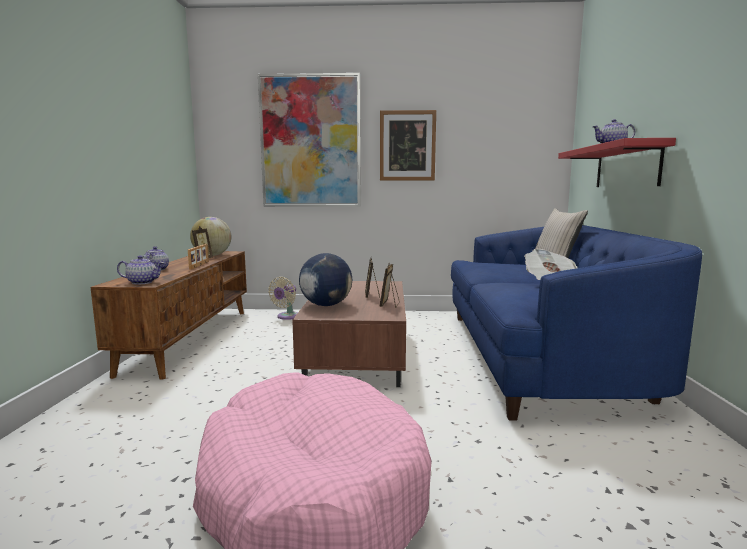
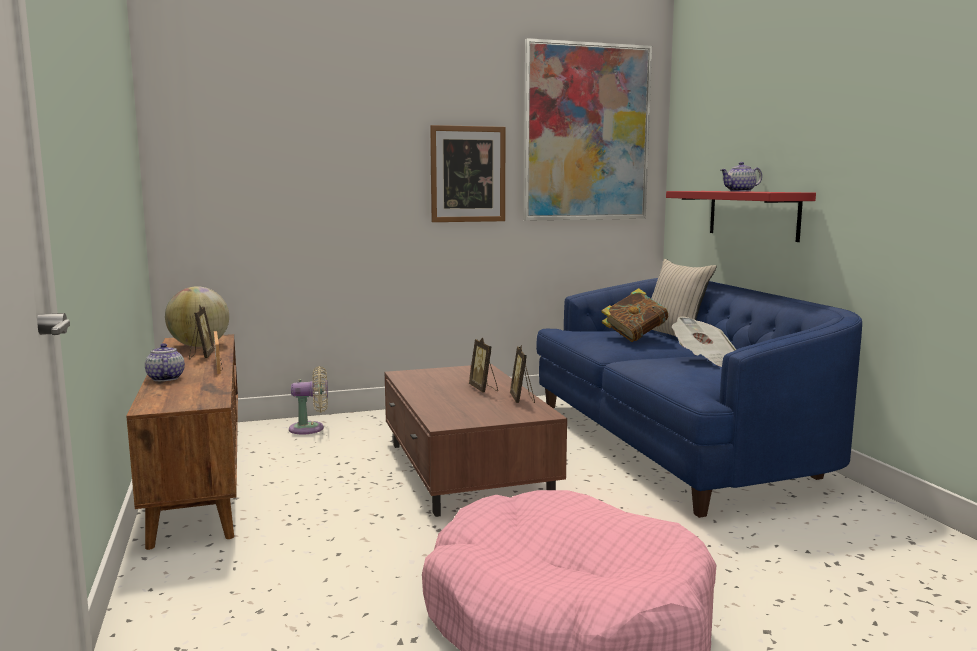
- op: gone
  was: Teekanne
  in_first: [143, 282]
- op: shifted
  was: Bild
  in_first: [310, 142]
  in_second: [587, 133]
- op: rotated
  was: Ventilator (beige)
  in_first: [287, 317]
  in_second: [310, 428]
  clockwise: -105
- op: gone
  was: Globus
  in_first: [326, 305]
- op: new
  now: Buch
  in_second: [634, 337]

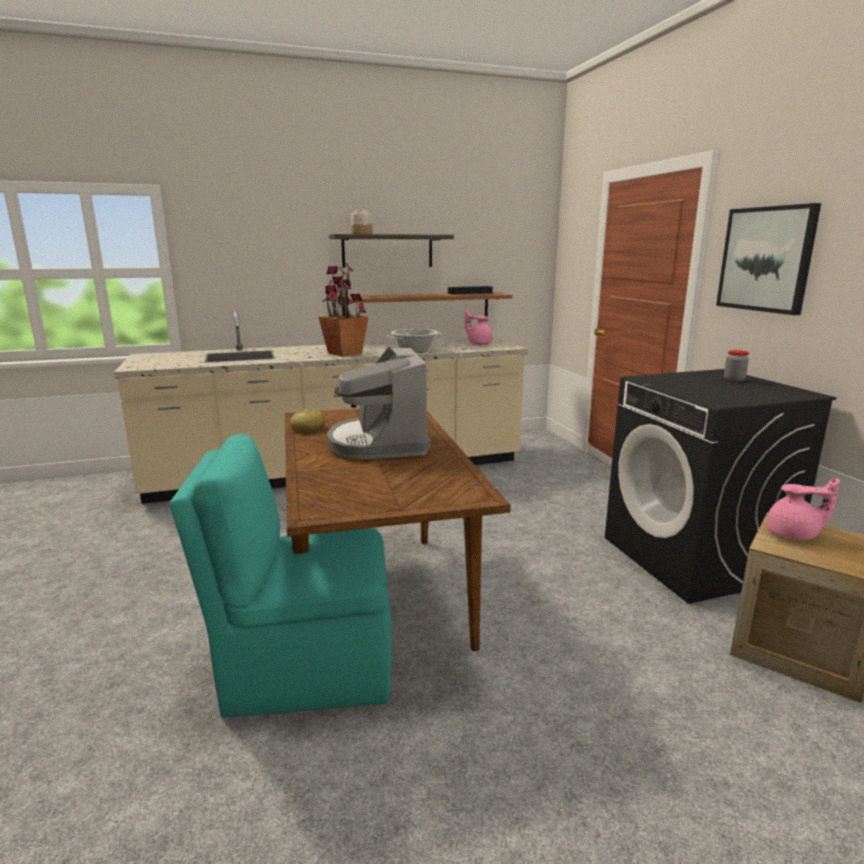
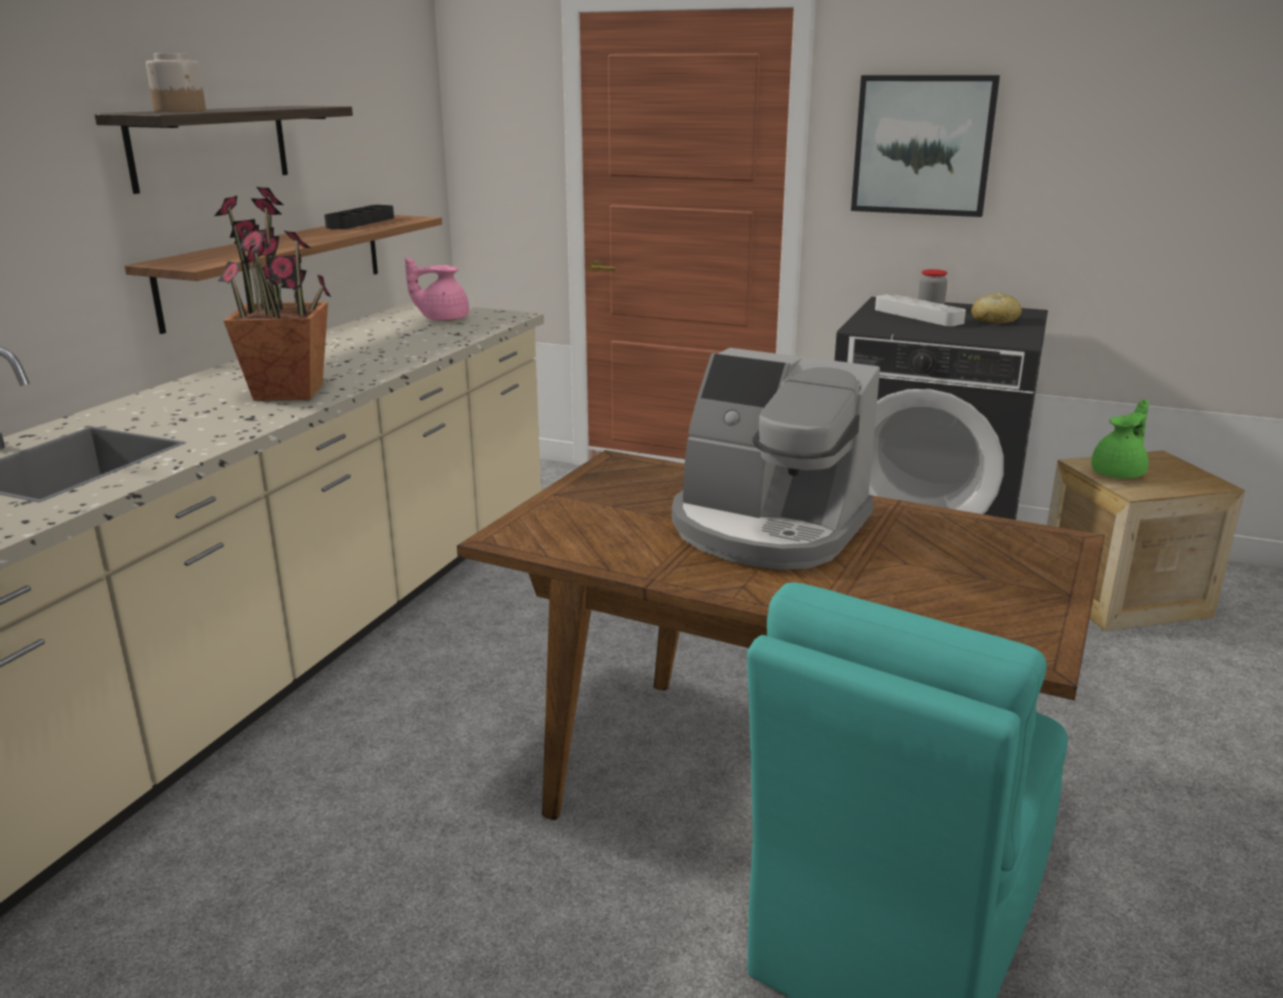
- op: shifted
  was: Brot
  in_first: [308, 428]
  in_second: [994, 319]
- op: gone
  was: Kochtopf
  in_first: [414, 351]
- op: repainted
  was: Teekanne (rosa)
  now: Teekanne (grün)
  in_first: [793, 535]
  in_second: [1119, 473]
- op: new
  now: Tablett (grau)
  in_second: [918, 316]

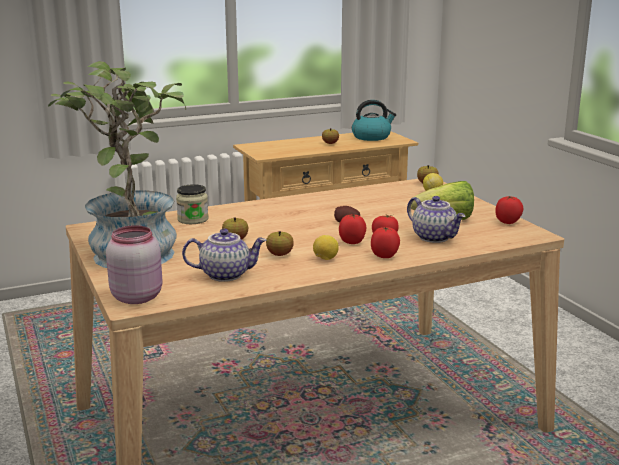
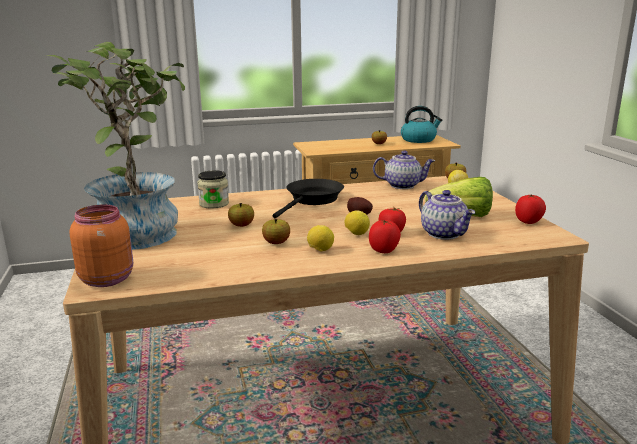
- op: repainted
  was: Vorratsglas (rosa)
  now: Vorratsglas (orange)
  in_first: [137, 296]
  in_second: [107, 279]
- op: shifted
  was: Teekanne
  in_first: [226, 274]
  in_second: [403, 185]
- op: swapped
  was: Tomate
  now: Zitrone
  in_first: [352, 242]
  in_second: [356, 234]
- op: new
  now: Pfanne (schwarz)
  in_second: [312, 200]

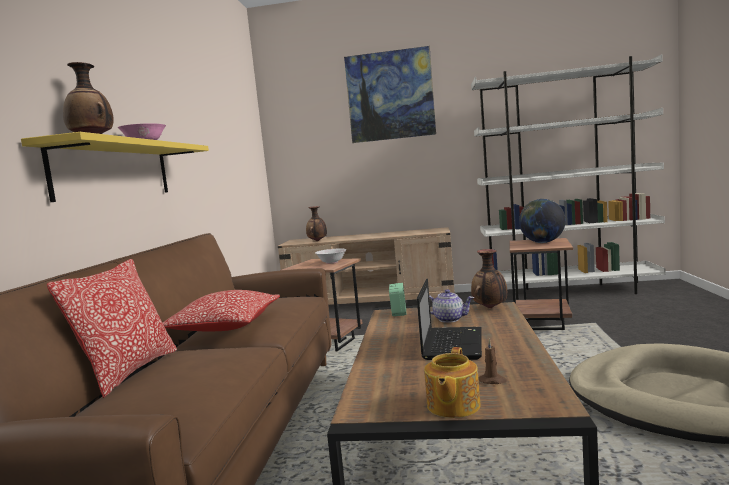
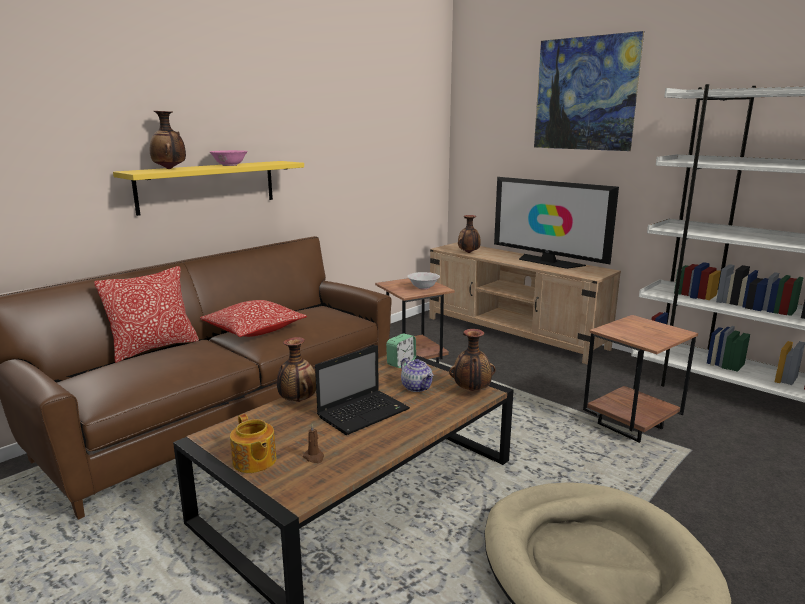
- op: rotated
  was: Teekanne
  in_first: [452, 406]
  in_second: [254, 461]
  clockwise: -90
- op: gone
  was: Globus
  in_first: [542, 242]
- op: new
  now: Vase
  in_second: [297, 401]
- op: new
  now: Fernseher
  in_second: [548, 262]

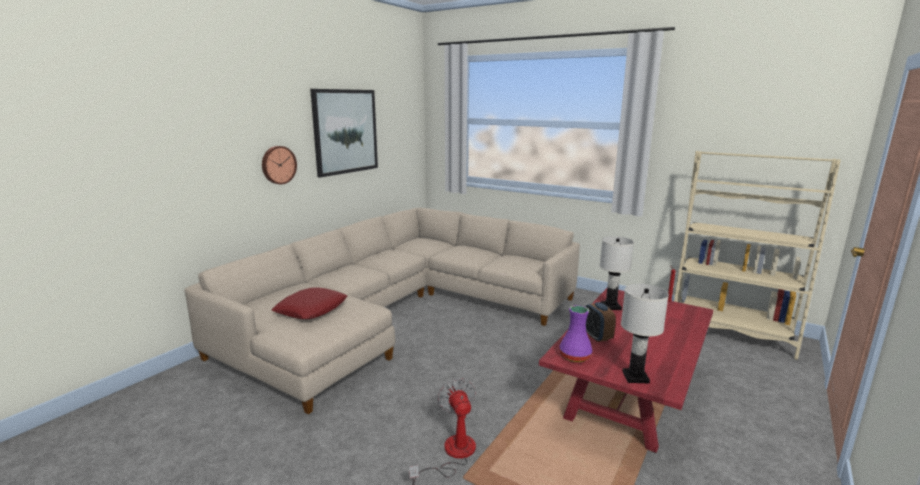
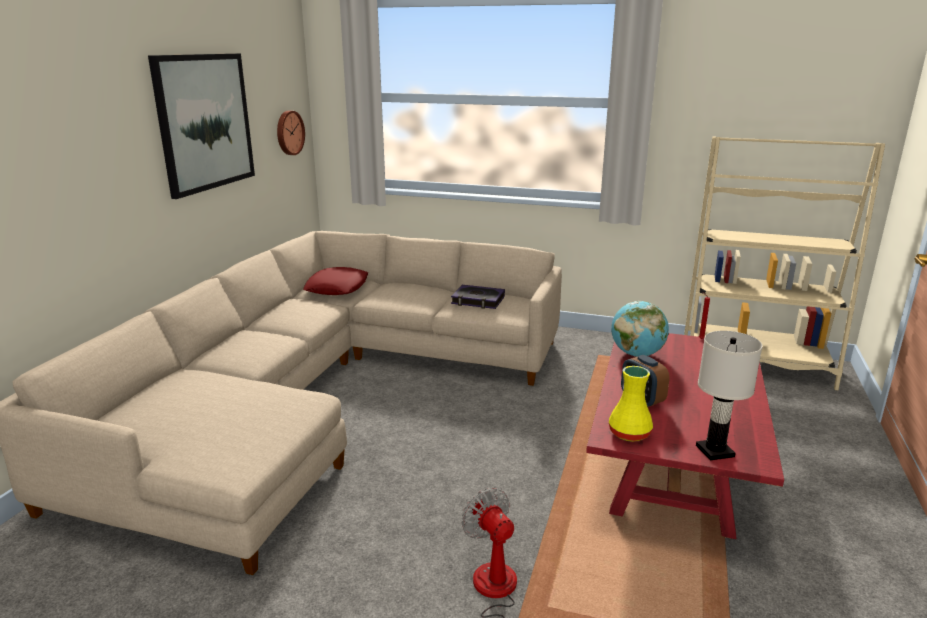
- op: shifted
  was: Wanduhr
  in_first: [278, 165]
  in_second: [289, 133]
- op: shifted
  was: Kissen (rot)
  in_first: [311, 309]
  in_second: [337, 287]
- op: repainted
  was: Vase (lila)
  now: Vase (gelb)
  in_first: [576, 357]
  in_second: [630, 434]
- op: swapped
  was: Tischlampe (weiß)
  now: Globus
  in_first: [611, 306]
  in_second: [637, 354]
- op: new
  now: Buch
  in_second: [478, 301]

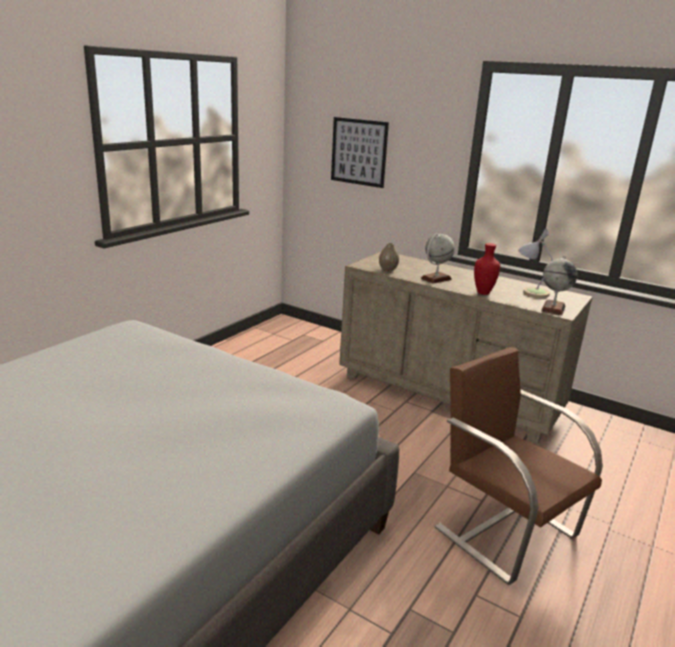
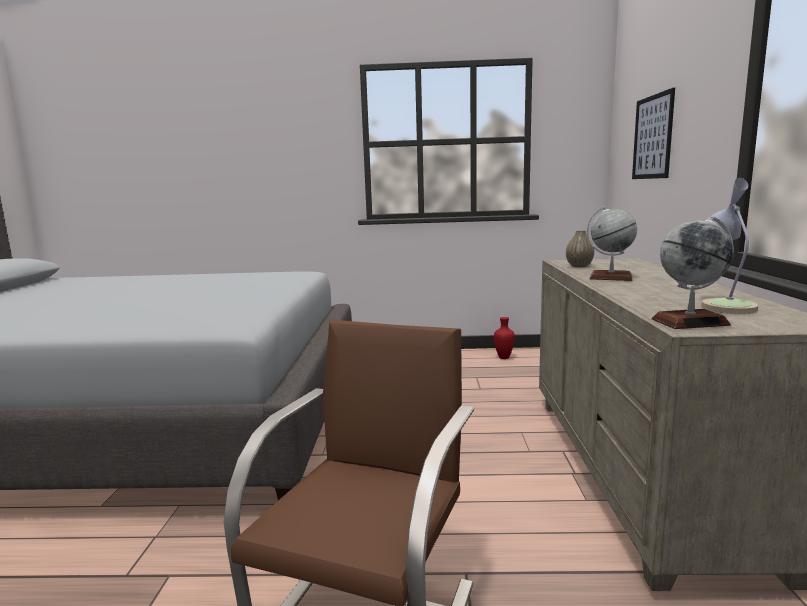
- op: shifted
  was: Vase (rot)
  in_first: [484, 293]
  in_second: [504, 358]

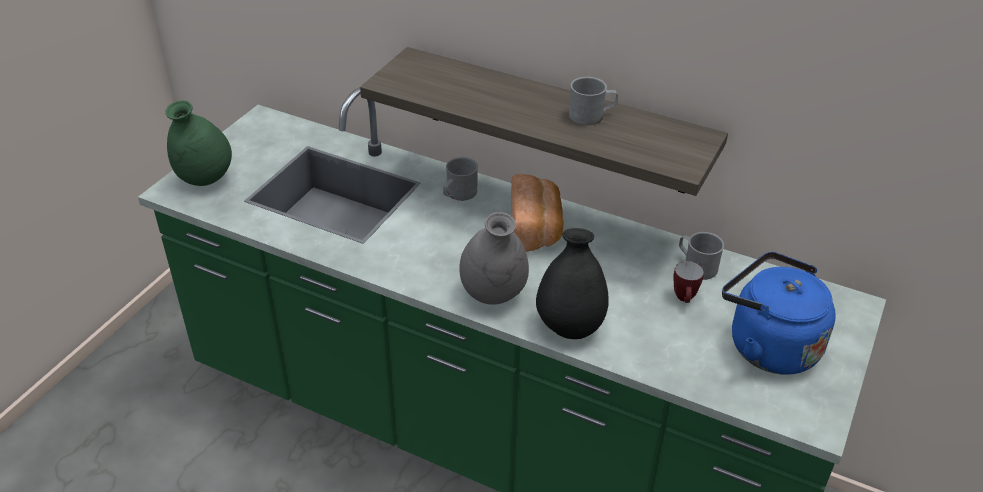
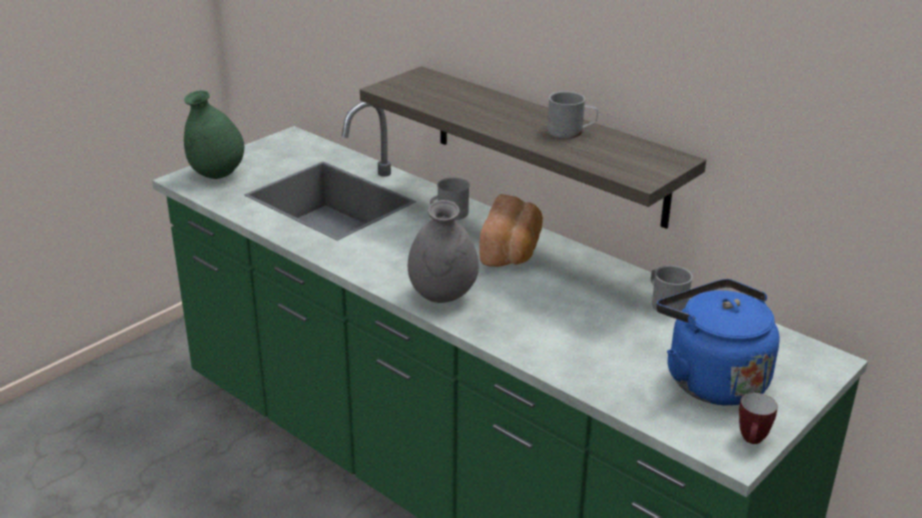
- op: gone
  was: Vase (schwarz)
  in_first: [570, 326]
- op: shifted
  was: Henkelbecher
  in_first: [685, 299]
  in_second: [752, 442]

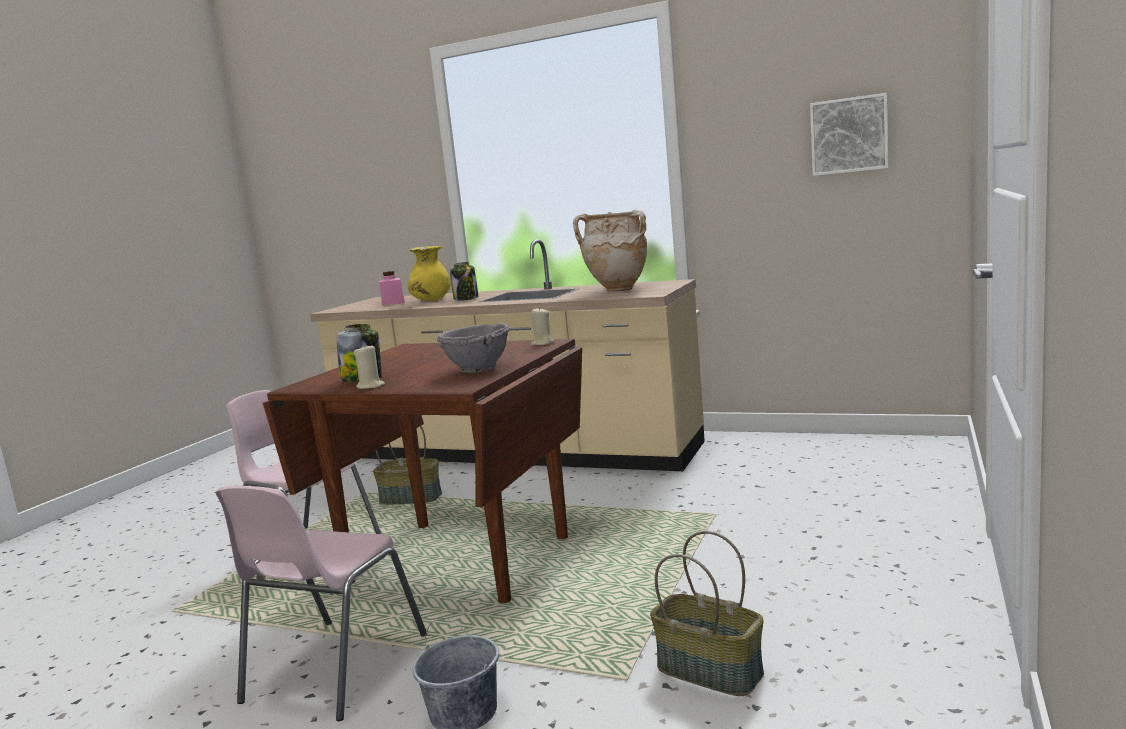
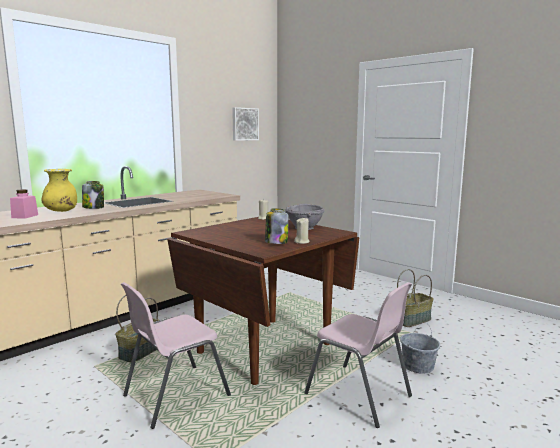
- op: gone
  was: Vase (beige)
  in_first: [617, 290]

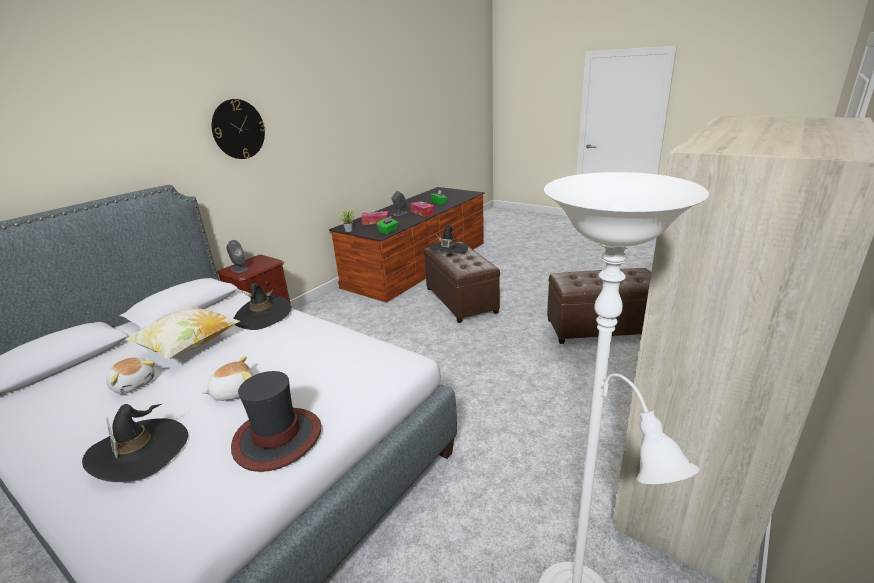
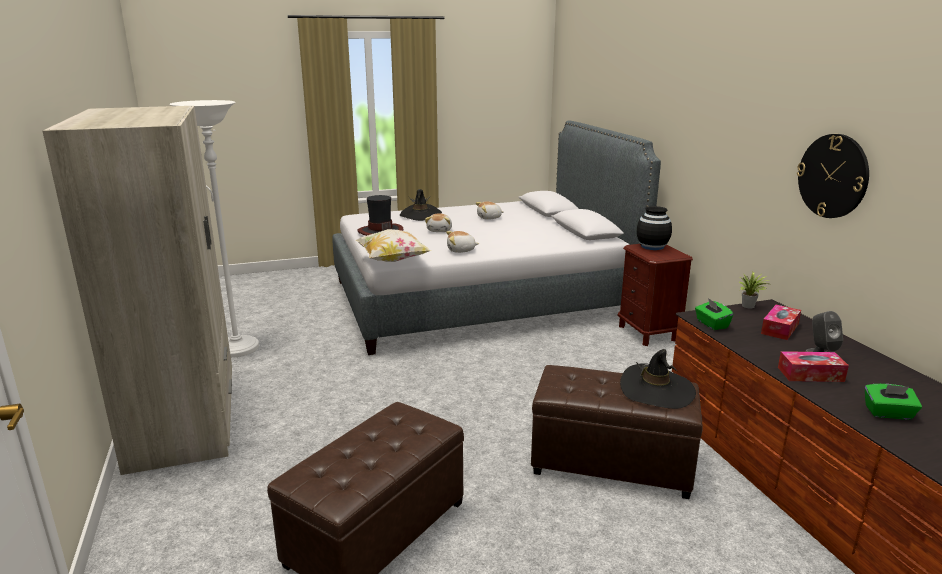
- op: shifted
  was: Kissen
  in_first: [189, 347]
  in_second: [392, 260]
- op: shifted
  was: Wanduhr
  in_first: [238, 129]
  in_second: [833, 176]
- op: swapped
  was: Lautsprecher (grau)
  now: Vase (schwarz)
  in_first: [239, 269]
  in_second: [652, 246]
- op: gone
  was: Hut (schwarz)
  in_first: [262, 315]
- op: new
  now: Plüschtier
  in_second: [461, 250]

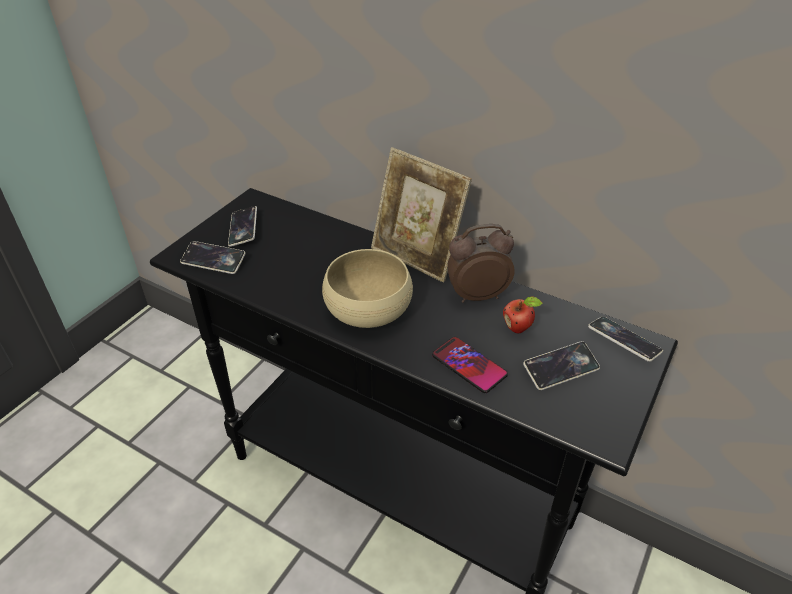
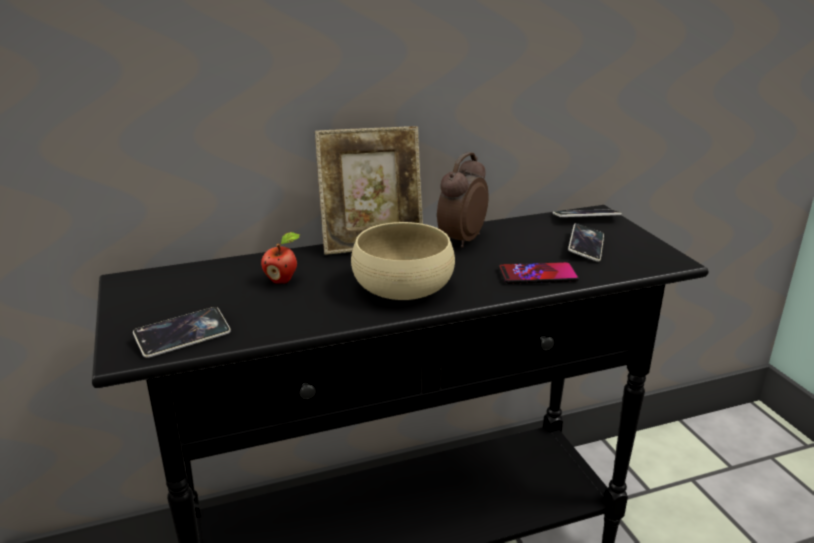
- op: gone
  was: Handy
  in_first: [243, 229]
- op: shifted
  was: Apfel
  in_first: [518, 328]
  in_second: [282, 280]

